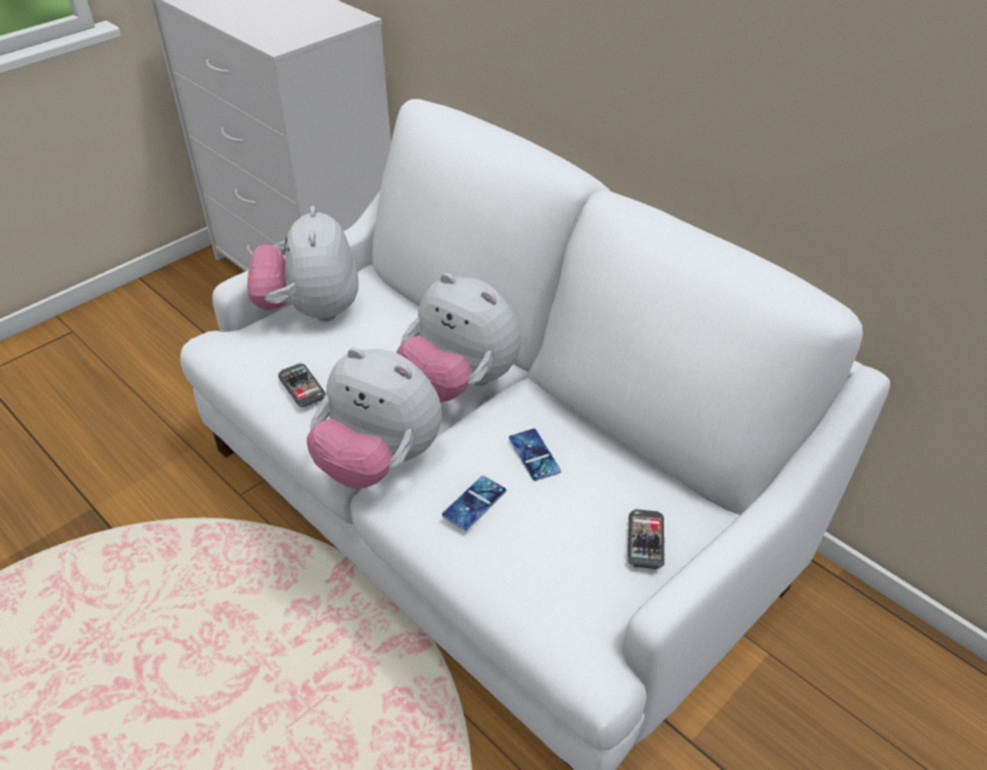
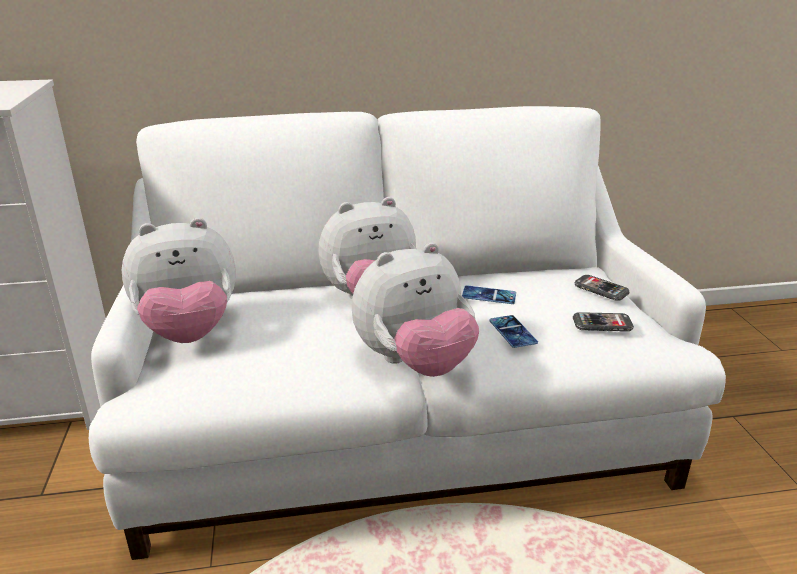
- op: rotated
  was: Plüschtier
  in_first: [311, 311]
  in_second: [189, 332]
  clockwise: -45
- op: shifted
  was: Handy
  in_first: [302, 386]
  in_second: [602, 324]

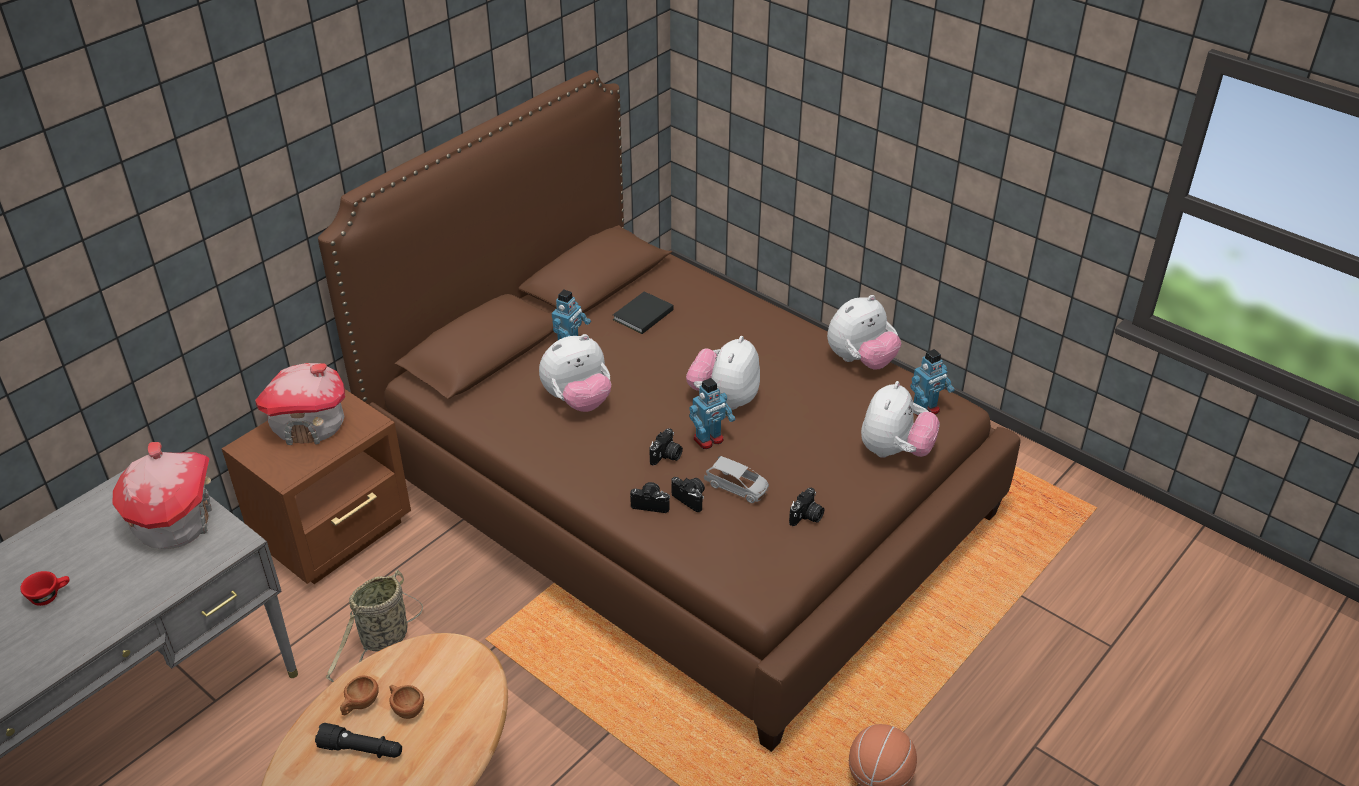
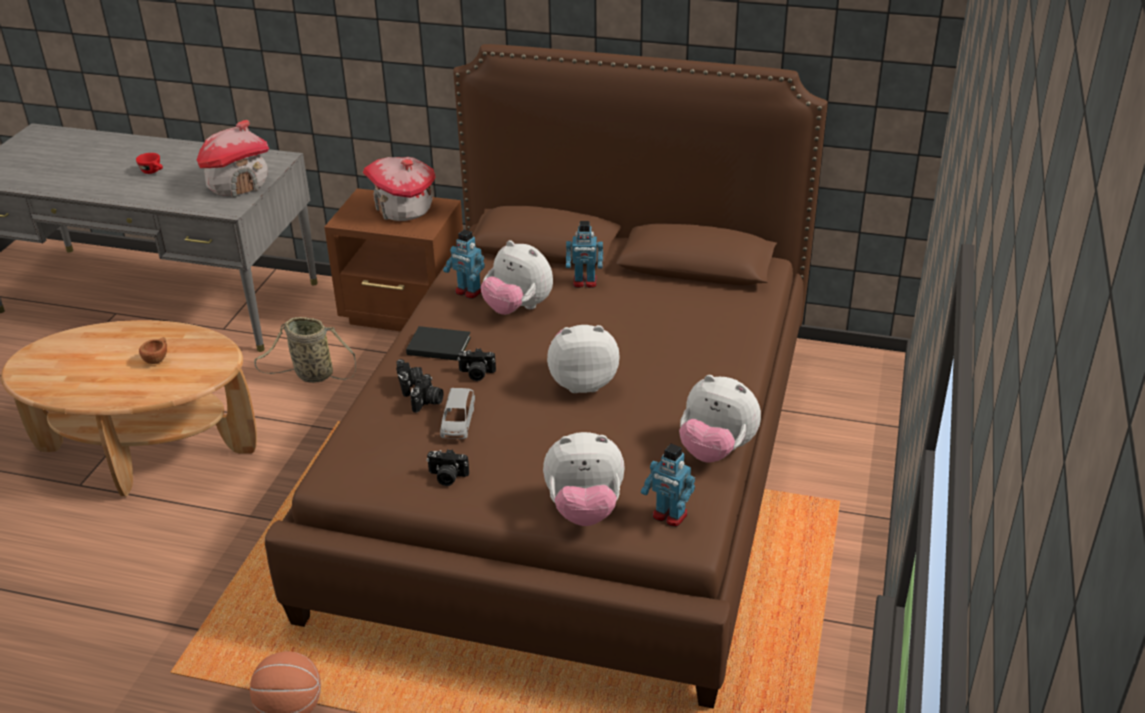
- op: gone
  was: Taschenlampe (schwarz)
  in_first: [362, 750]
- op: gone
  was: Tasse (braun)
  in_first: [360, 705]
- op: shifted
  was: Buch (schwarz)
  in_first: [641, 315]
  in_second: [437, 345]
- op: shifted
  was: Spielzeugroboter
  in_first: [709, 440]
  in_second: [468, 292]

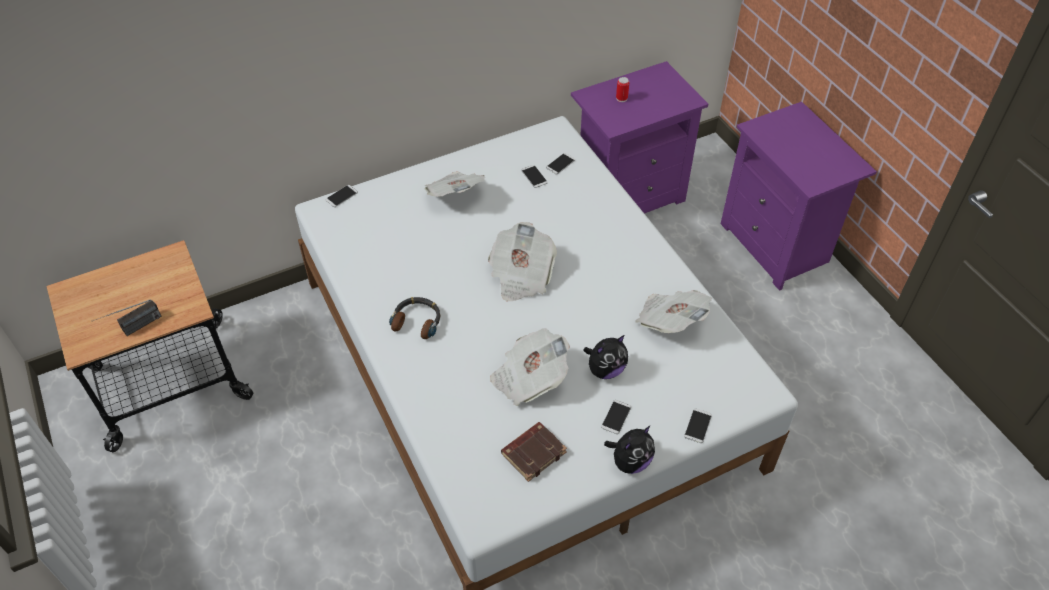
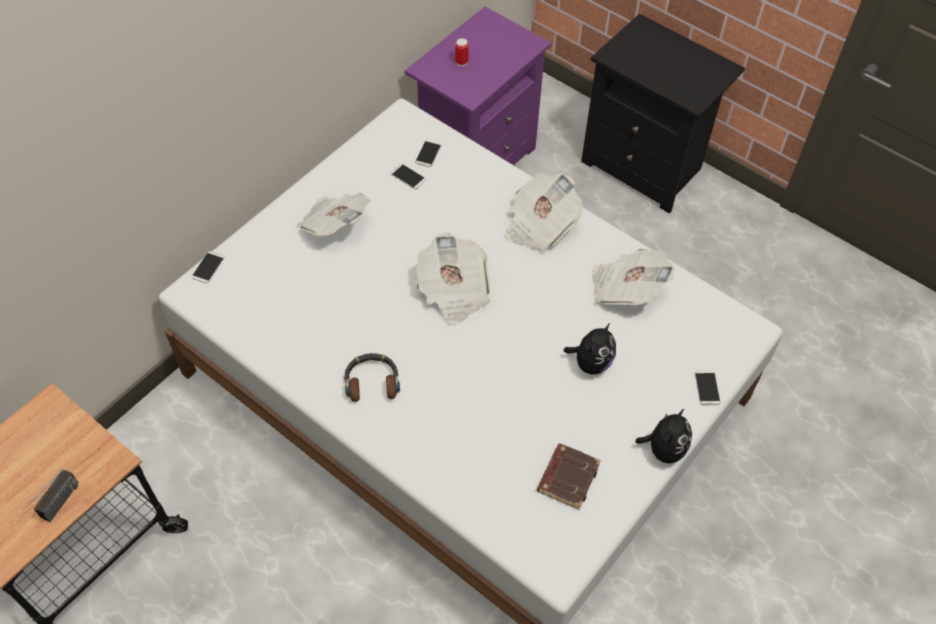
- op: shifted
  was: Zeitung
  in_first: [529, 378]
  in_second: [539, 225]
- op: gone
  was: Handy
  in_first: [616, 417]
- op: repainted
  was: Nachttisch (lila)
  now: Nachttisch (schwarz)
  in_first: [777, 245]
  in_second: [645, 167]

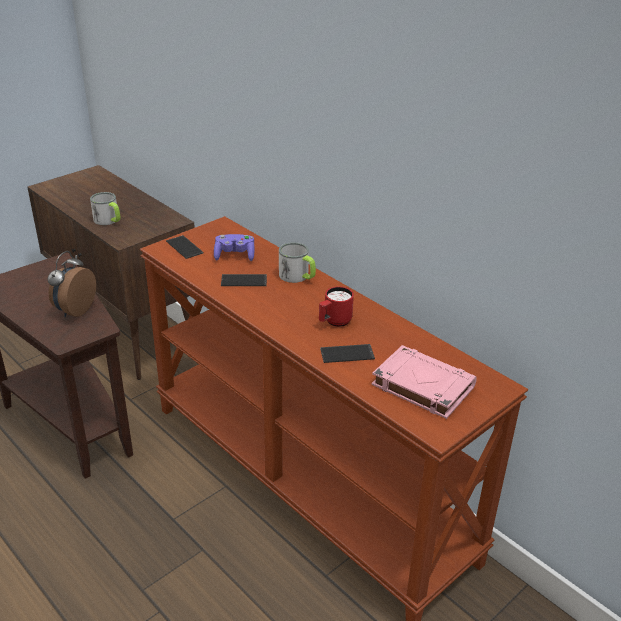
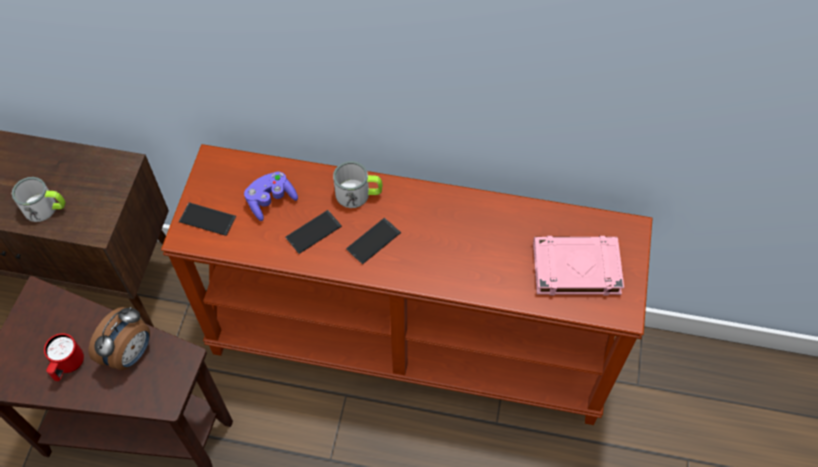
- op: rotated
  was: Wecker
  in_first: [74, 310]
  in_second: [130, 353]
  clockwise: -135
- op: shifted
  was: Henkelbecher (rot)
  in_first: [334, 322]
  in_second: [68, 366]
- op: shifted
  was: Handy
  in_first: [347, 354]
  in_second: [373, 241]

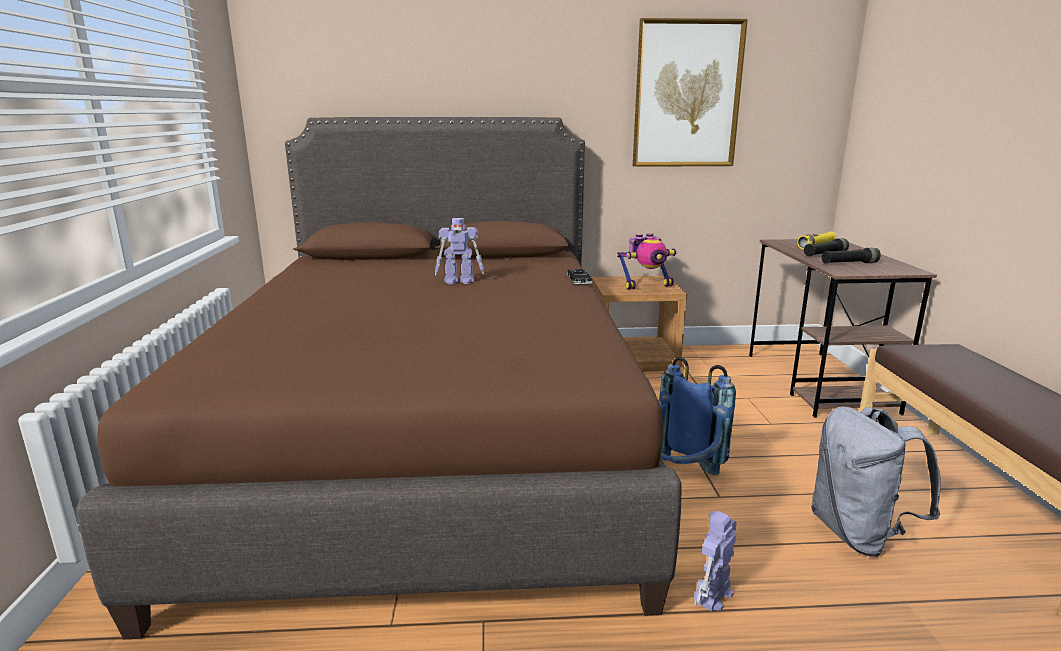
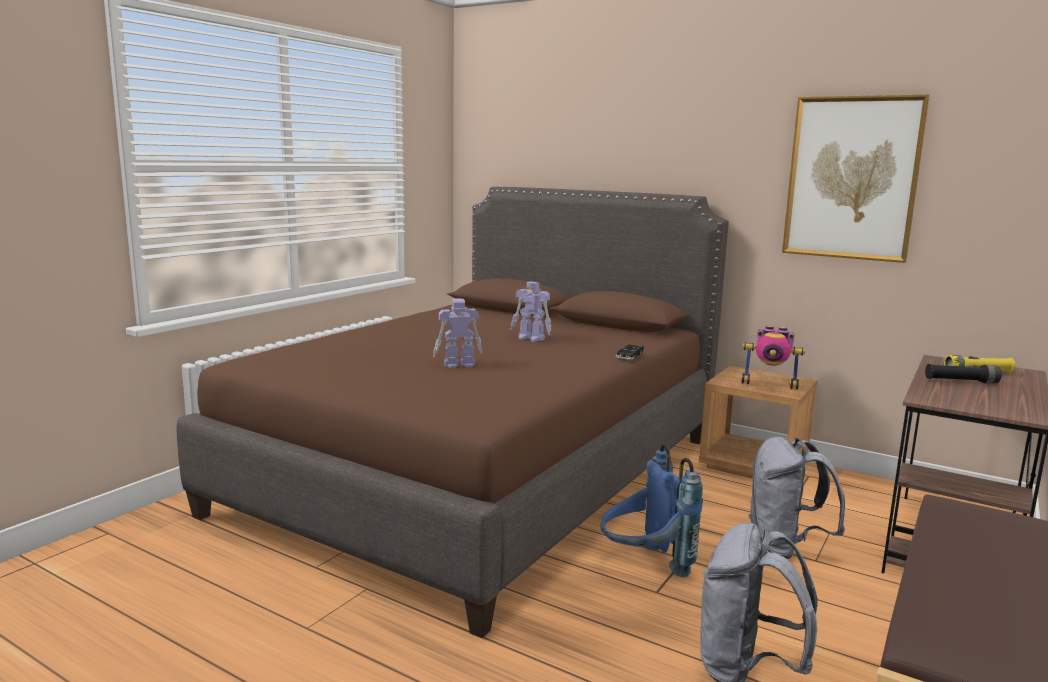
- op: shifted
  was: Spielzeugroboter
  in_first: [713, 596]
  in_second: [458, 364]
- op: gone
  was: Taschenlampe (schwarz)
  in_first: [849, 263]
- op: new
  now: Rucksack (grau)
  in_second: [785, 546]

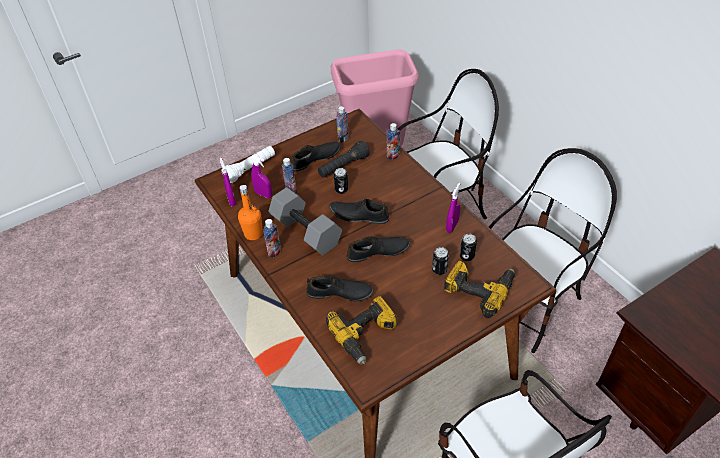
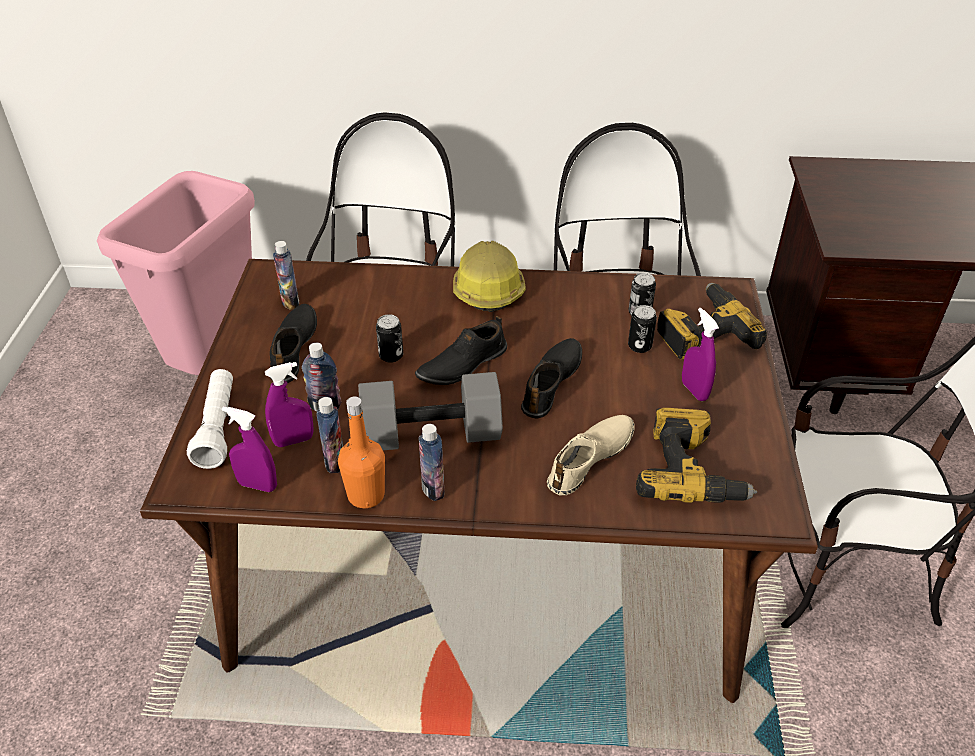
- op: repainted
  was: Schuh (schwarz)
  now: Schuh (beige)
  in_first: [340, 293]
  in_second: [591, 459]
- op: gone
  was: Taschenlampe (schwarz)
  in_first: [343, 167]
- op: shifted
  was: Flasche
  in_first: [393, 156]
  in_second: [335, 462]
- op: shifted
  was: Sprühflasche (lila)
  in_first: [452, 226]
  in_second: [694, 390]
- op: new
  now: Schutzhelm
  in_second: [487, 287]

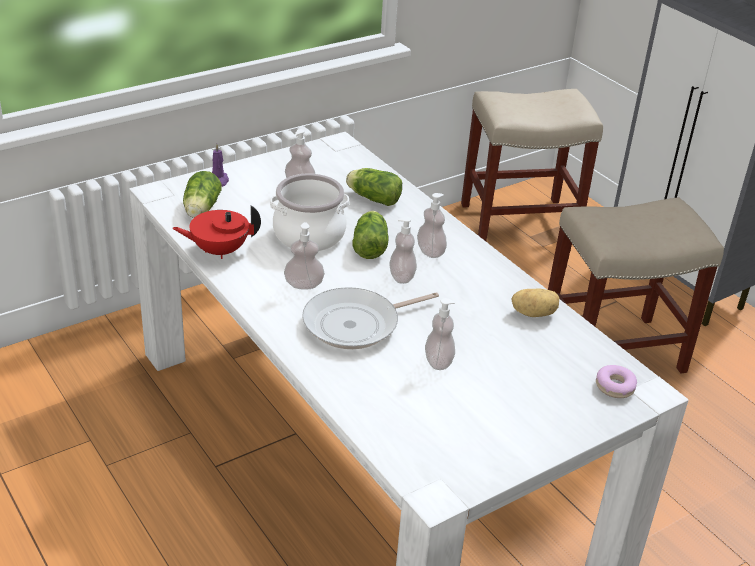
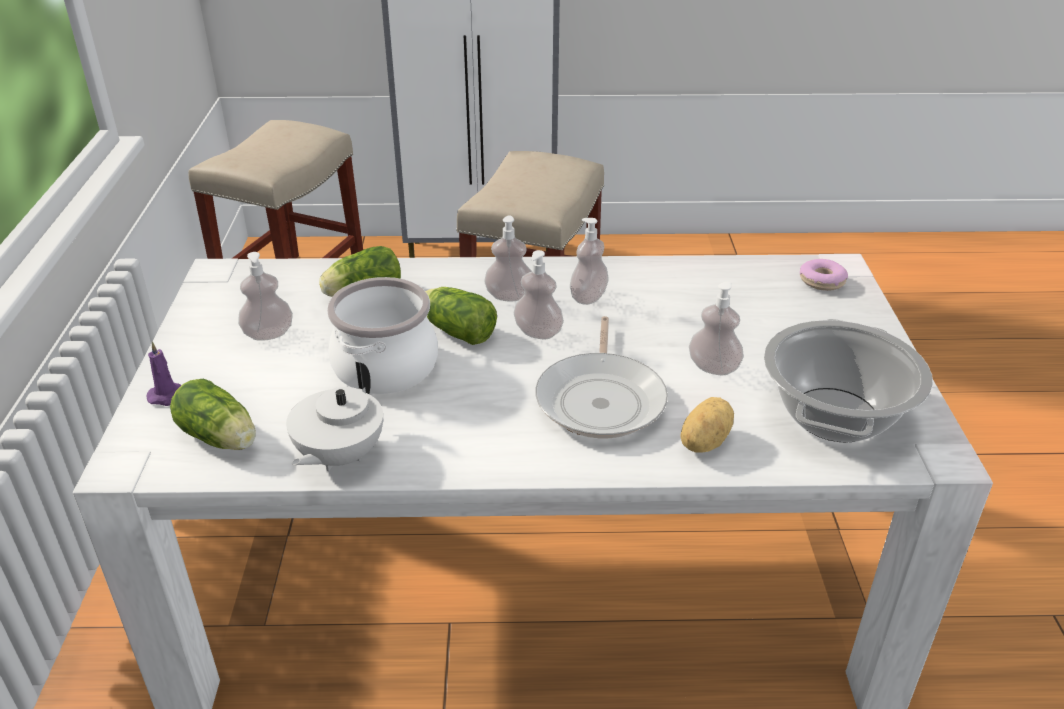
- op: repainted
  was: Teekanne (rot)
  now: Teekanne (weiß)
  in_first: [219, 250]
  in_second: [339, 456]
- op: shifted
  was: Seifenspender
  in_first: [304, 285]
  in_second: [588, 297]
- op: shifted
  was: Kartoffel
  in_first: [533, 313]
  in_second: [702, 442]
- op: new
  now: Kochtopf
  in_second: [835, 416]

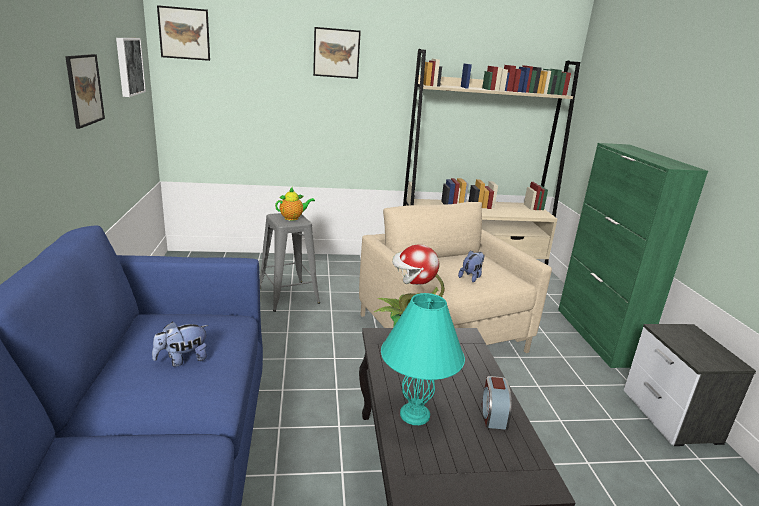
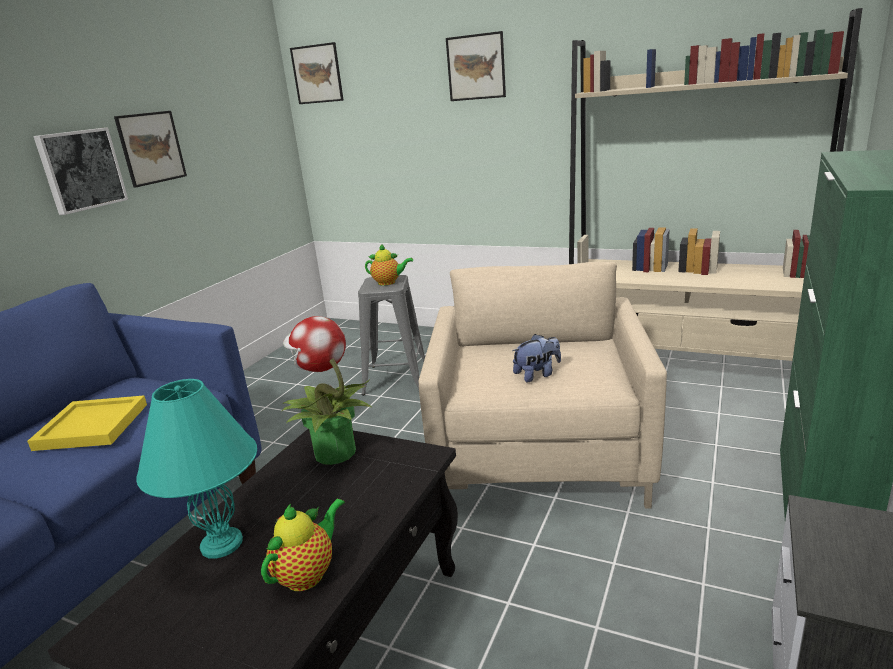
- op: shifted
  was: Bild
  in_first: [128, 66]
  in_second: [81, 170]
- op: swapped
  was: Plüschtier
  now: Tablett (gelb)
  in_first: [182, 360]
  in_second: [90, 427]
- op: swapped
  was: Wecker
  now: Teekanne
  in_first: [493, 415]
  in_second: [308, 573]

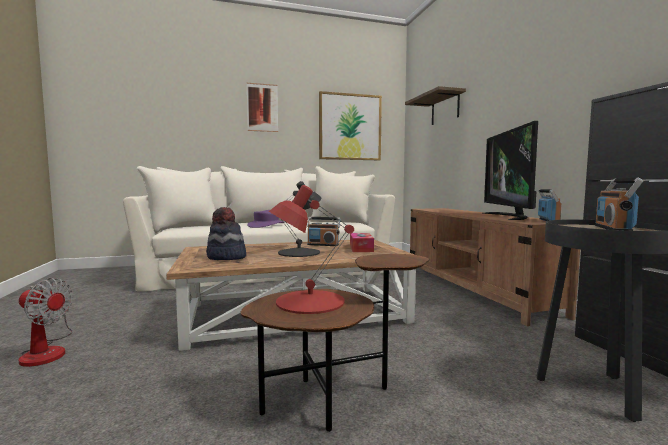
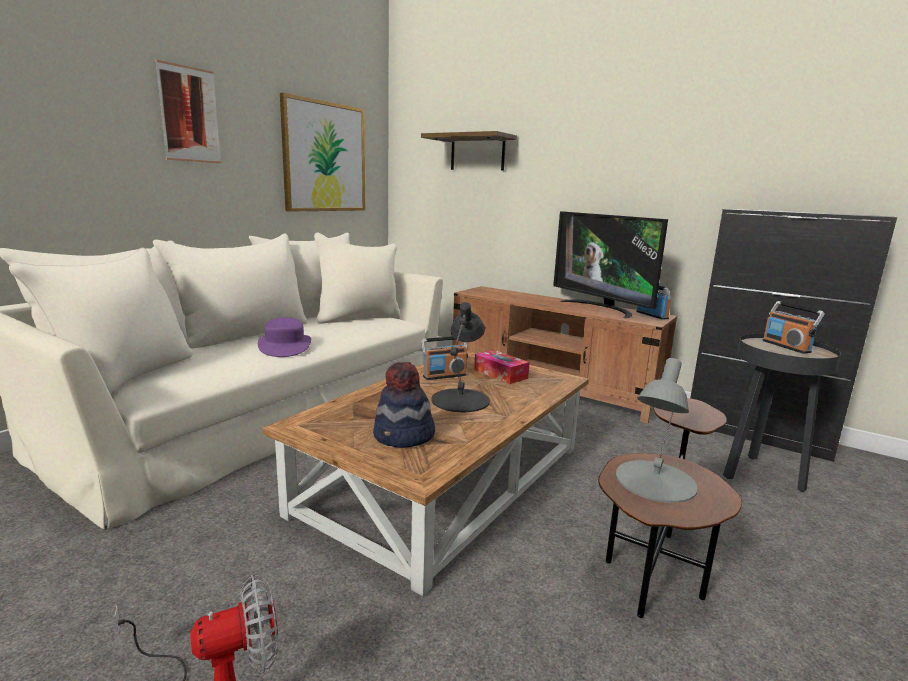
- op: repainted
  was: Tischlampe (rot)
  now: Tischlampe (grau)
  in_first: [309, 301]
  in_second: [654, 481]

